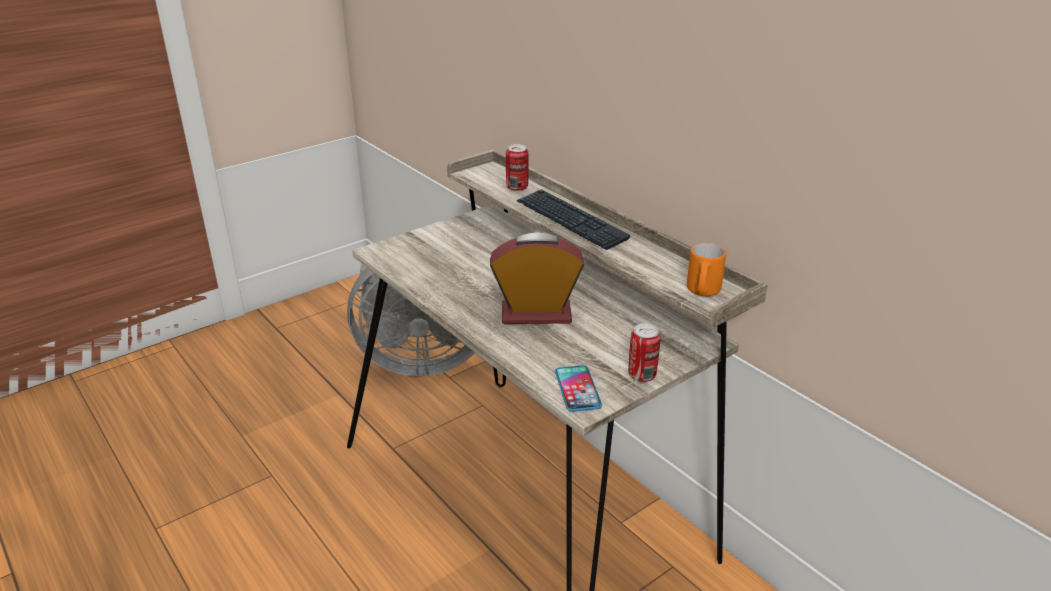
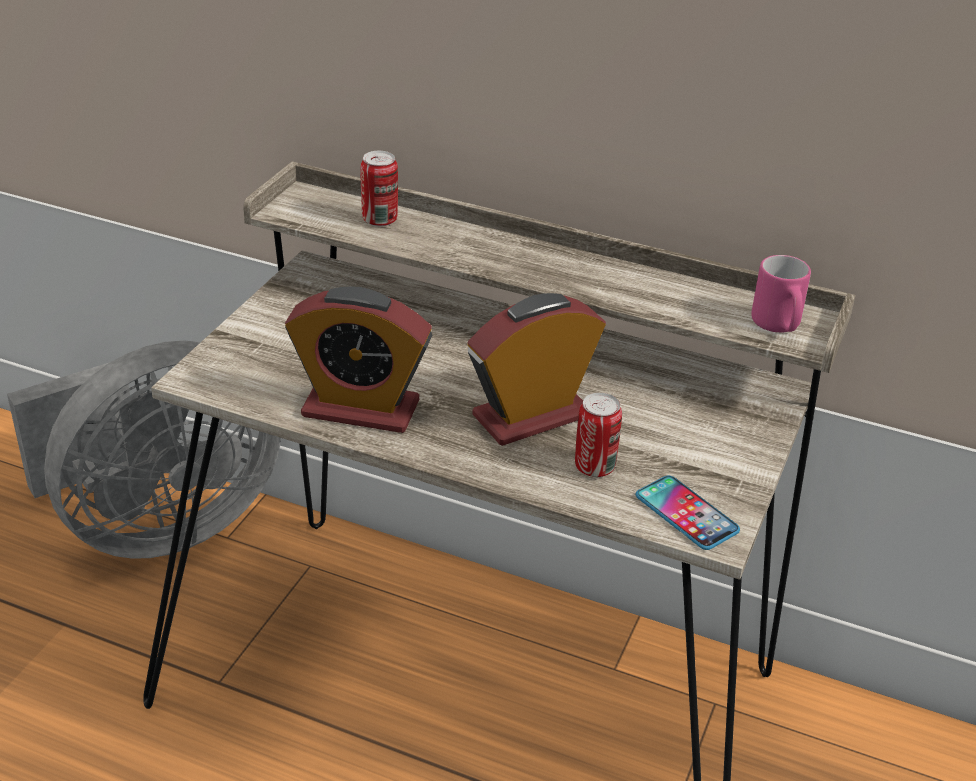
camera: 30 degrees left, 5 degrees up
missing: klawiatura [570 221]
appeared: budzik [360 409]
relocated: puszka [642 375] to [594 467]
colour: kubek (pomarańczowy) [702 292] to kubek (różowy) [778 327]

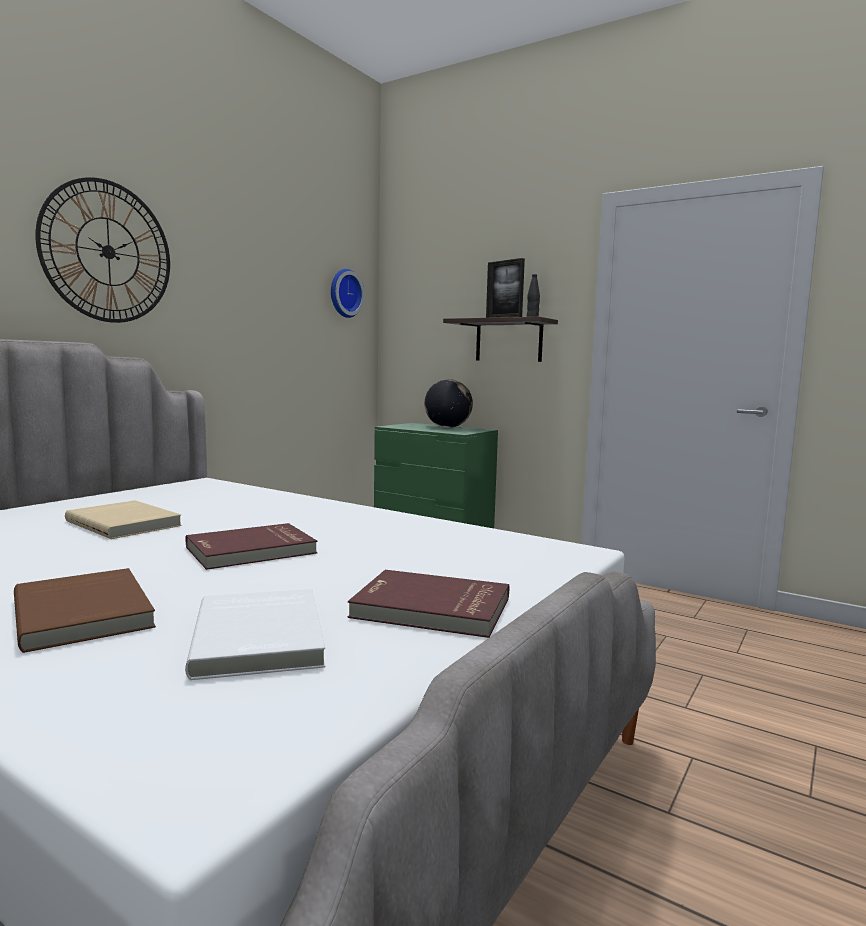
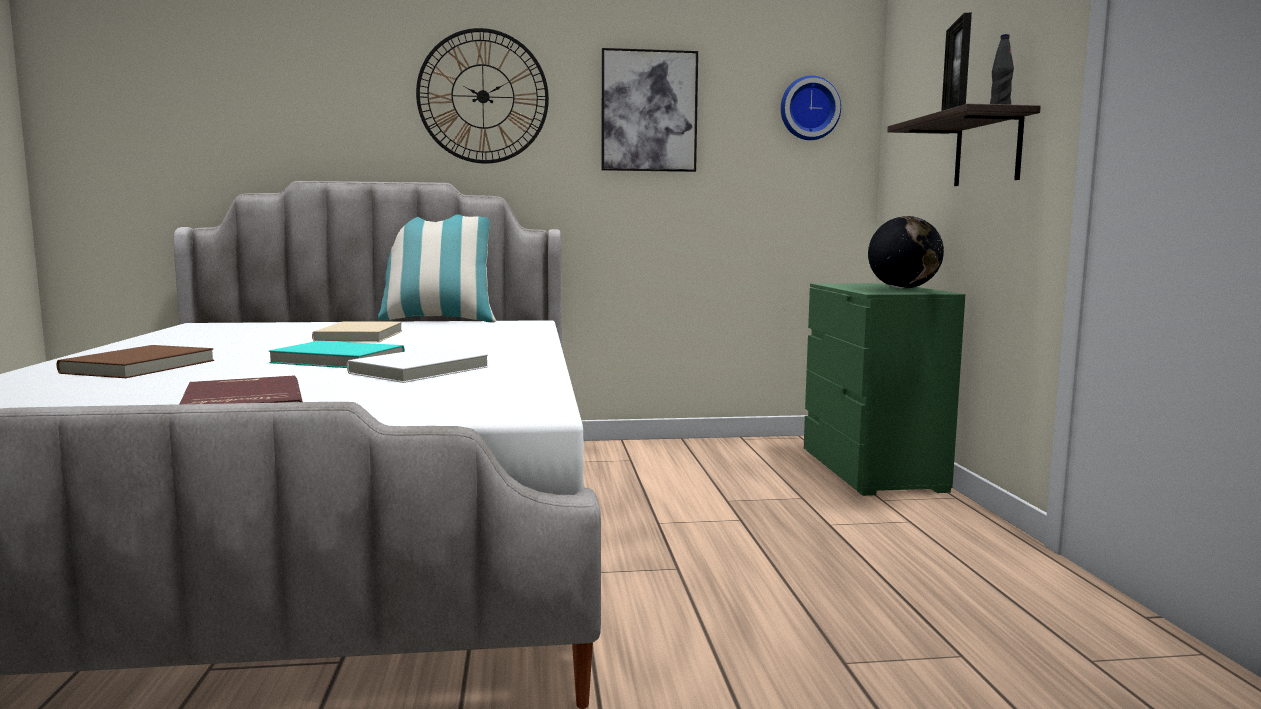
camera: 50 degrees right, 0 degrees up
appeared: poduszka [438 320]; obraz [649 111]
relocated: książka (biały) [262 637] to [421 370]
colour: książka (czerwony) [251 551] to książka (turkusowy) [337 360]

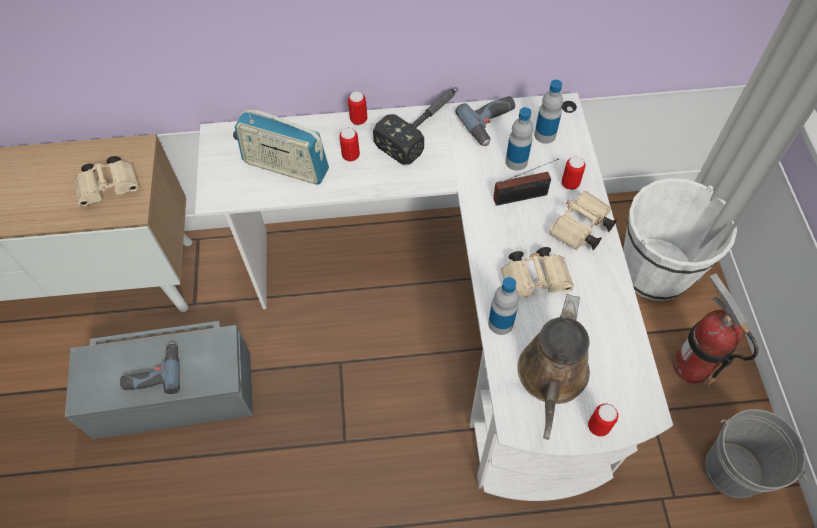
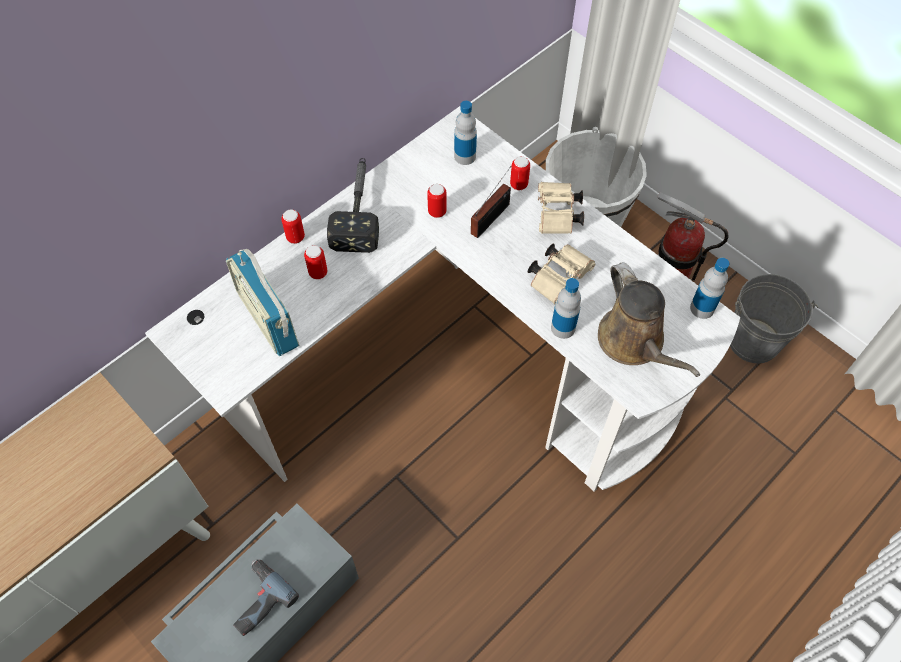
camera: 40 degrees left, 0 degrees up
missing: lornetka (beżowy) [111 187]; wiertarka [491 124]
relocated: butelka [516 161] to [702 308]; puszka [598 426] to [437 212]
spun: radio [286 167] = [268 319] 75 degrees clockwise

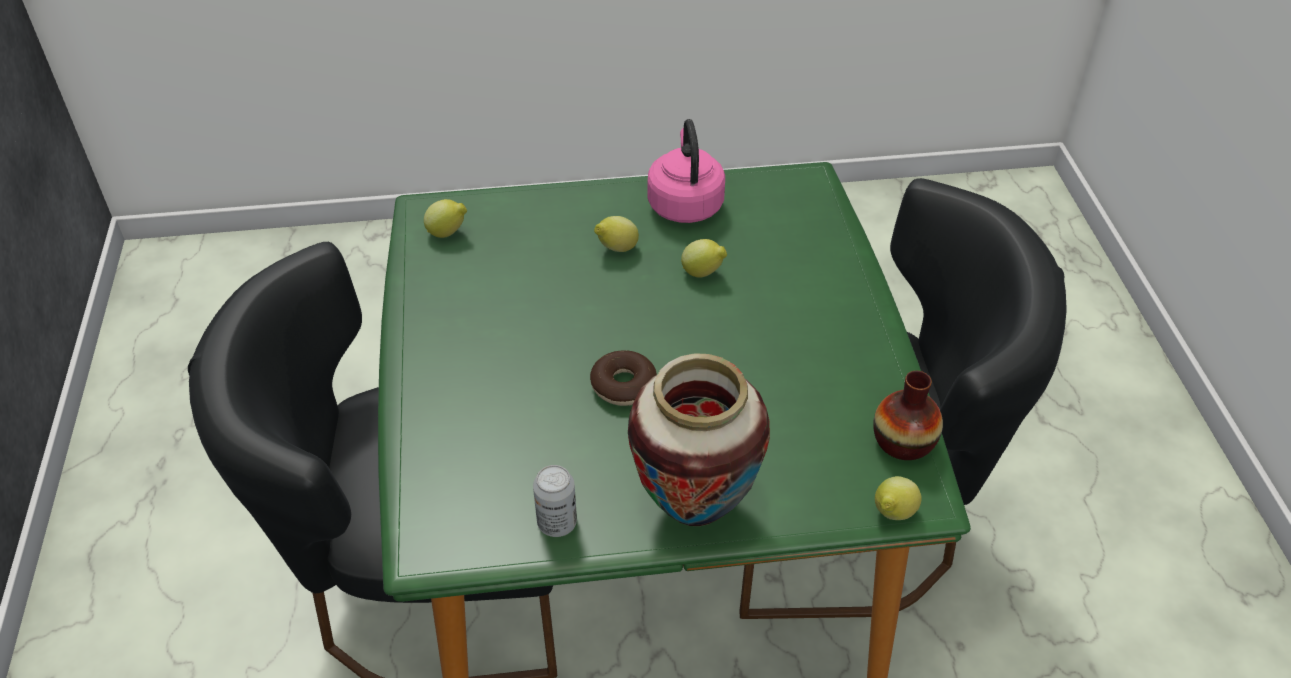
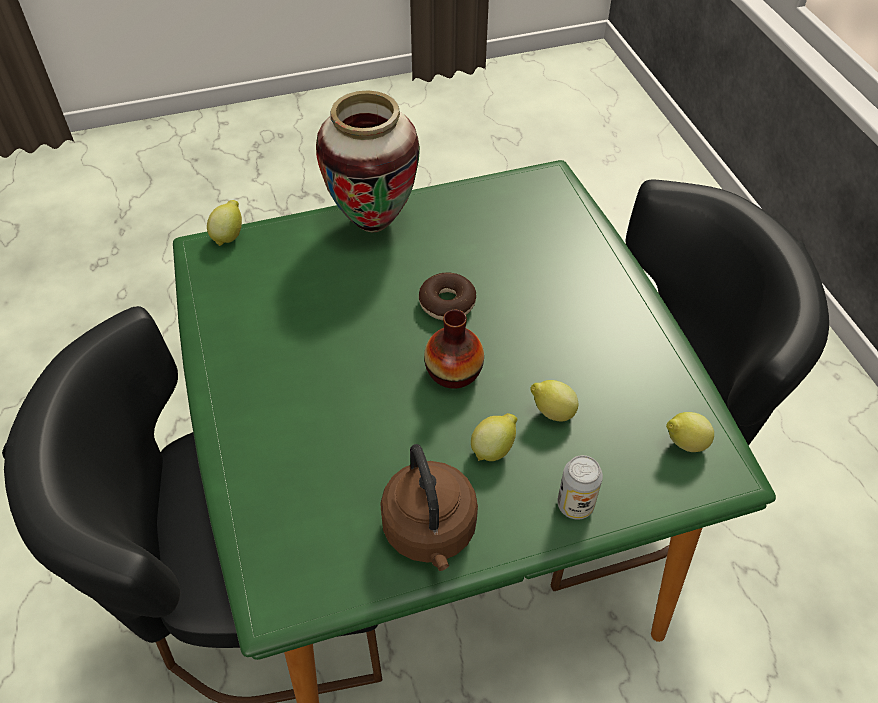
camera: 170 degrees right, 5 degrees up
relocated: puszka [557 523] to [575 505]; cytryna [703 273] to [551 412]; wazon [903 442] to [453 372]
colour: czajnik (różowy) [685 203] to czajnik (brązowy) [430 532]

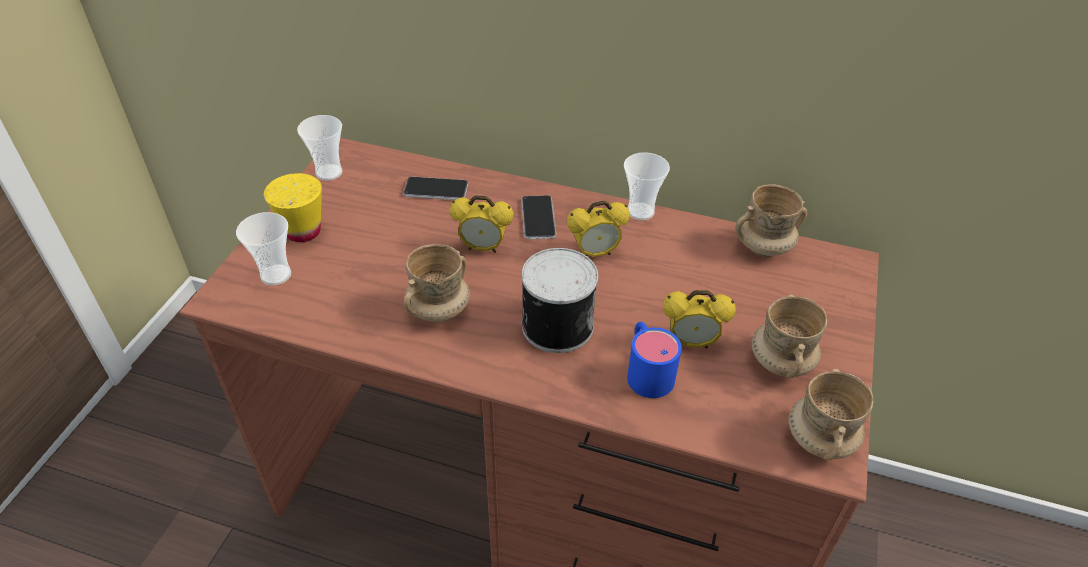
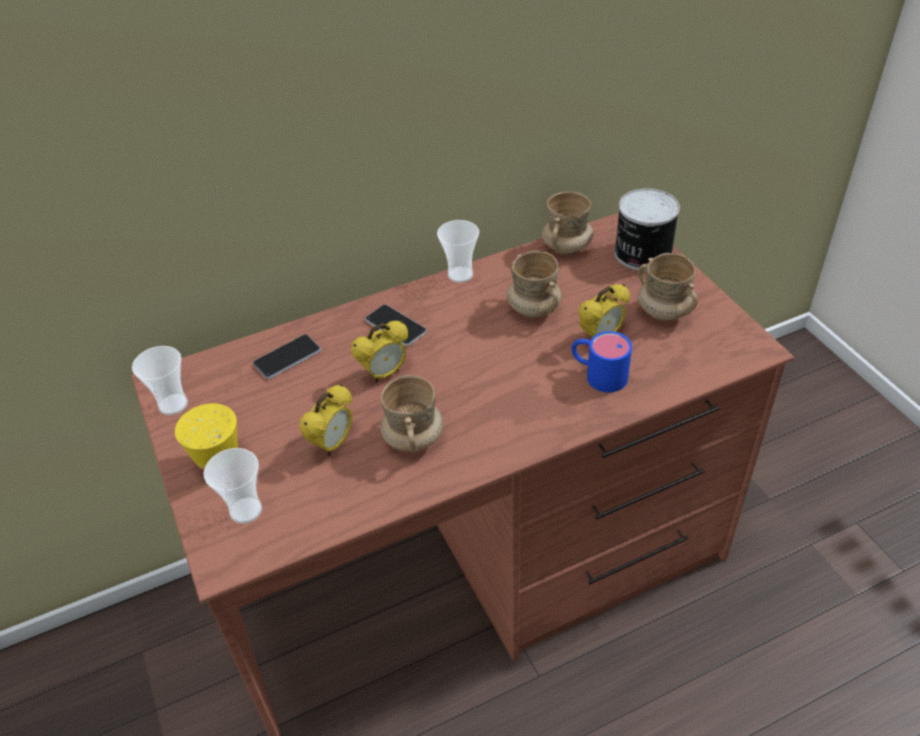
camera: 40 degrees left, 0 degrees up
relocated: puszka [555 324] to [641 253]; budzik [595 253] to [333 444]; kubek (beżowy) [819 439] to [533 309]

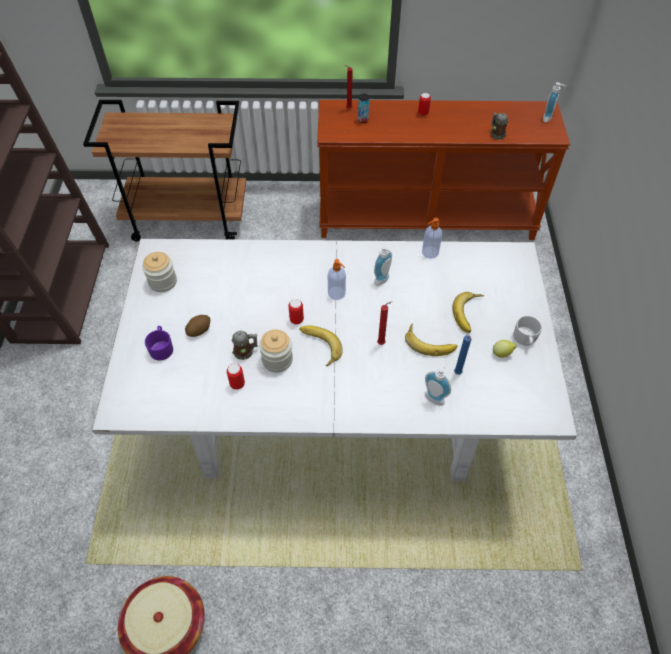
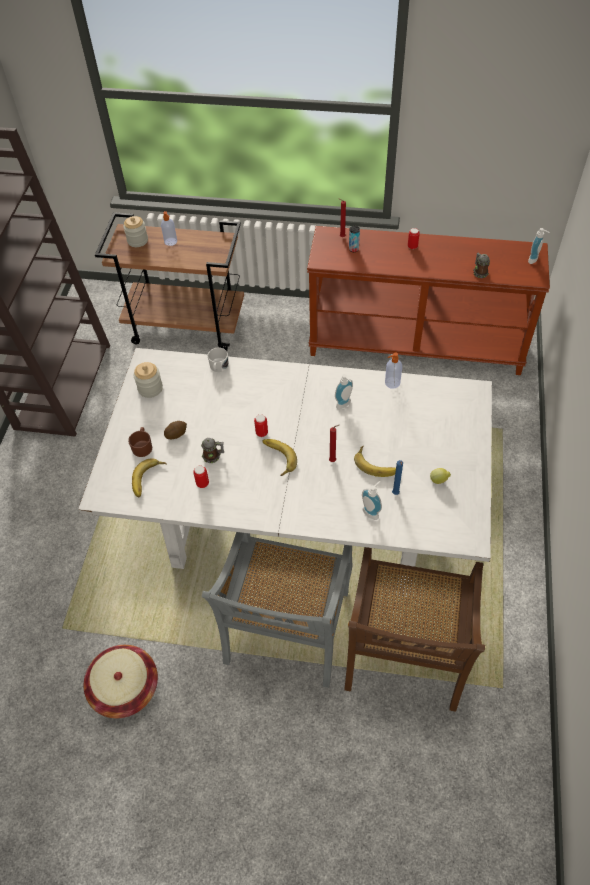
camera: 10 degrees right, 0 degrees up
appeared: krzesło (szary) [287 630]; krzesło (brązowy) [405 653]
relocated: słoik [277 360] to [137 240]; dozownik mydła [337 293] to [171 242]; banan [470 314] to [149 479]; kubek (biały) [525 339] to [218 367]
colour: kubek (fioletowy) [161 348] to kubek (brązowy) [142 446]

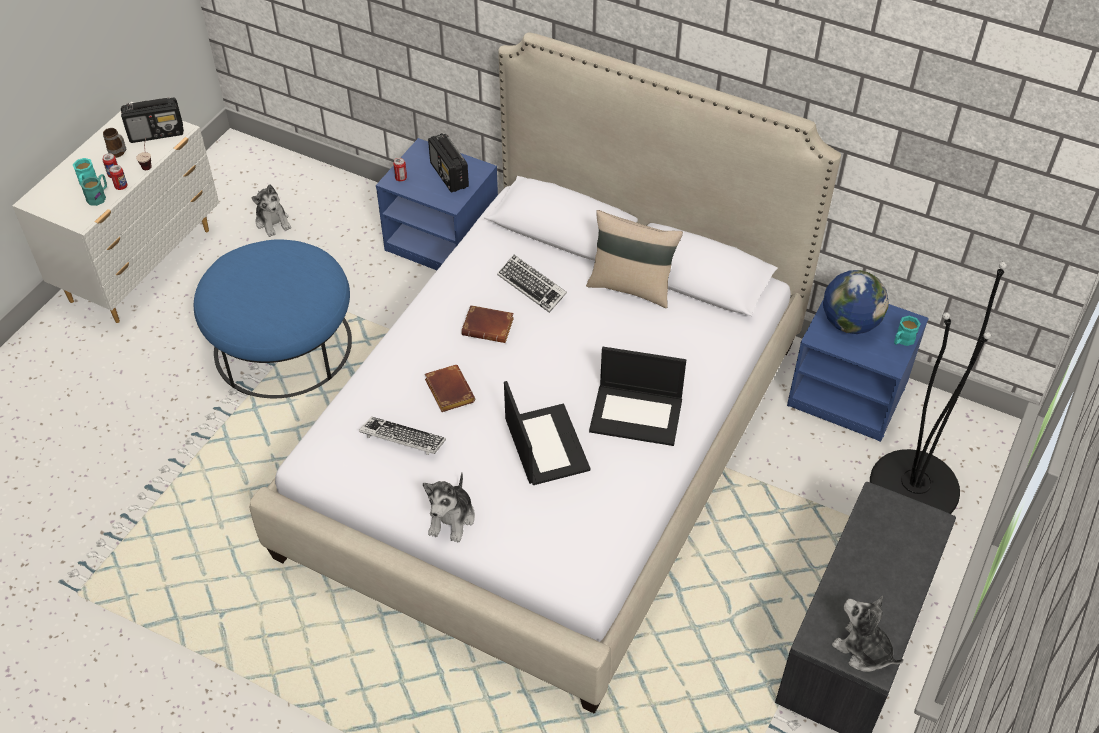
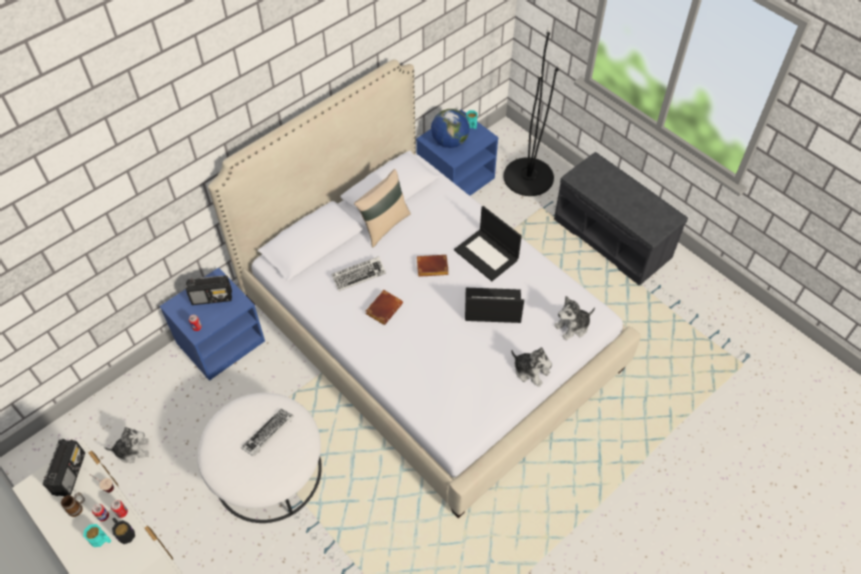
camera: 70 degrees left, 5 degrees up
relocated: klawiatura [402 439] to [268 434]; książka (brązowy) [447 391] to [431 268]; pluszak [863 650] to [573 326]
colour: kubek (turkusowy) [99 196] to kubek (czarny) [124 532]; pufa (niebieski) [283 345] to pufa (biały) [267 471]
spun: laptop [637 414] = [487 255] 105 degrees clockwise

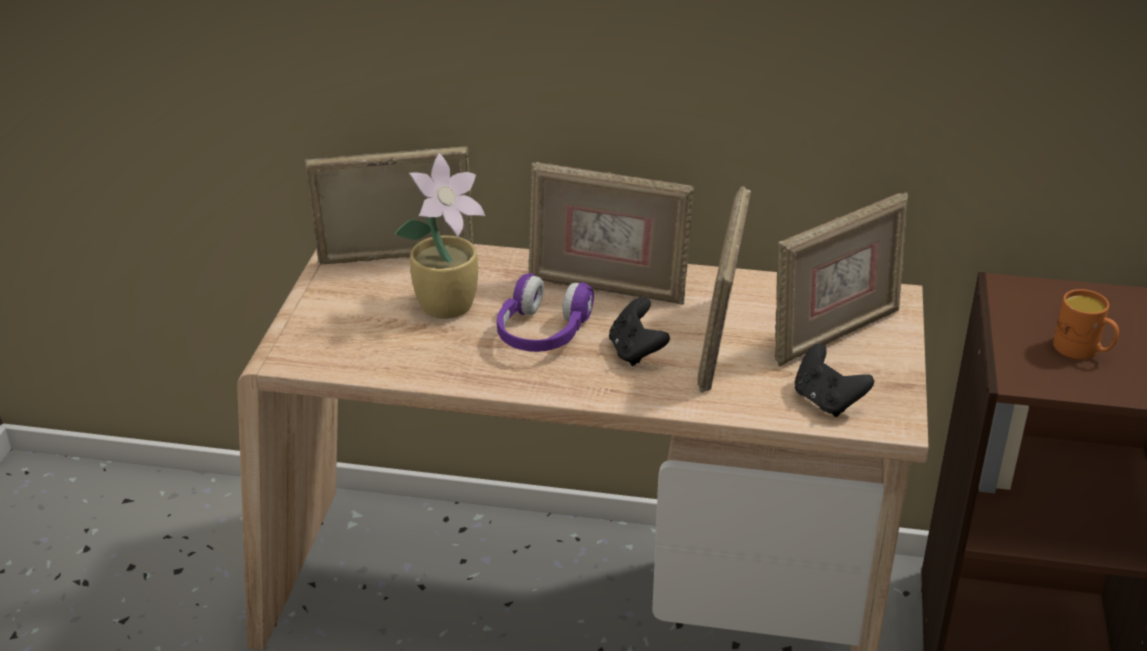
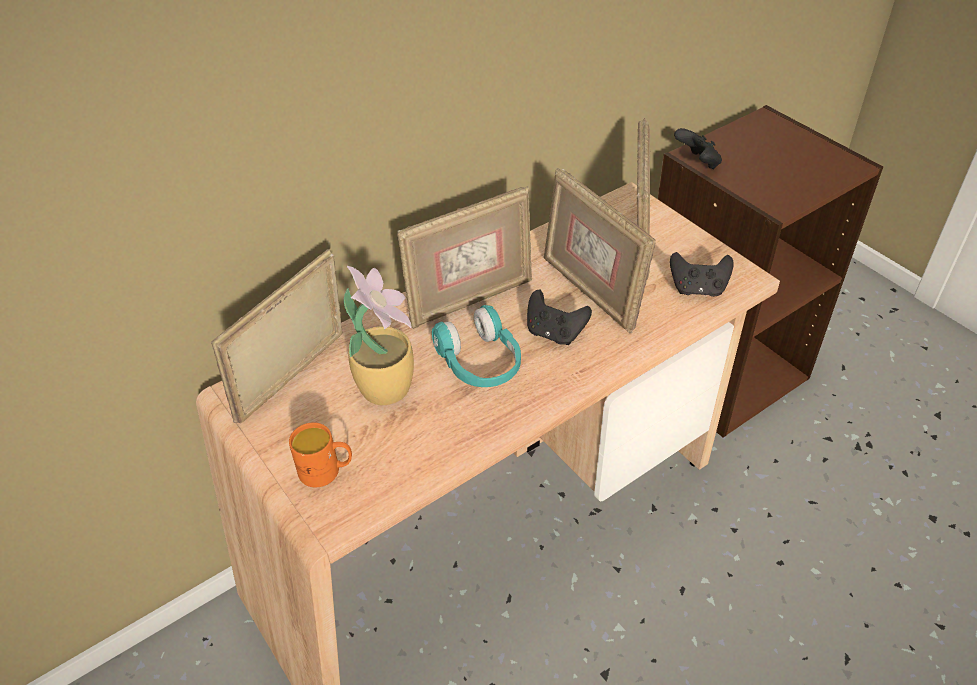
camera: 45 degrees left, 10 degrees up
appeared: pad do gier (czarny) [697 163]
relocated: kubek (pomarańczowy) [1082 351] to [326 471]
colour: słuchawki (fioletowy) [542 333] to słuchawki (turkusowy) [480 362]

